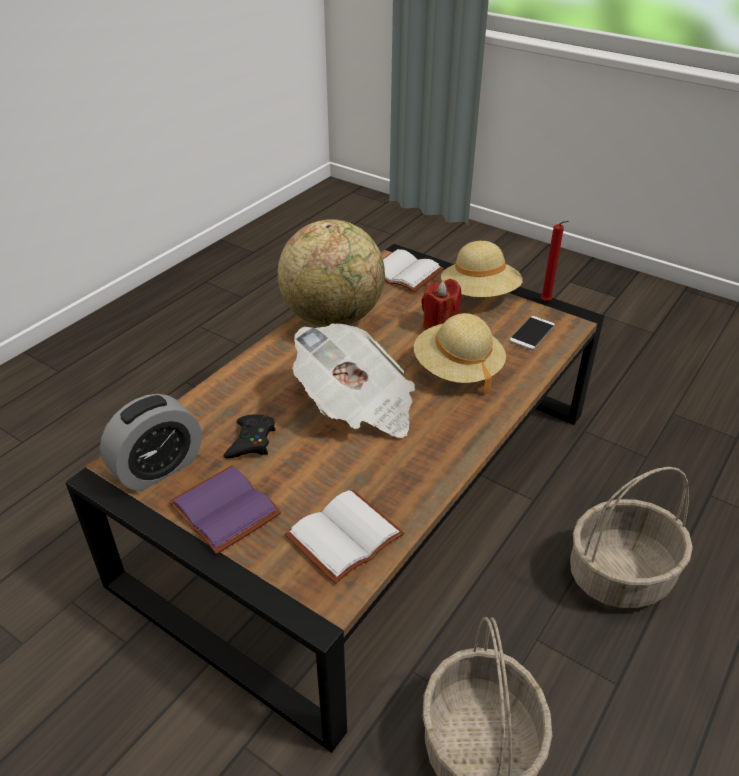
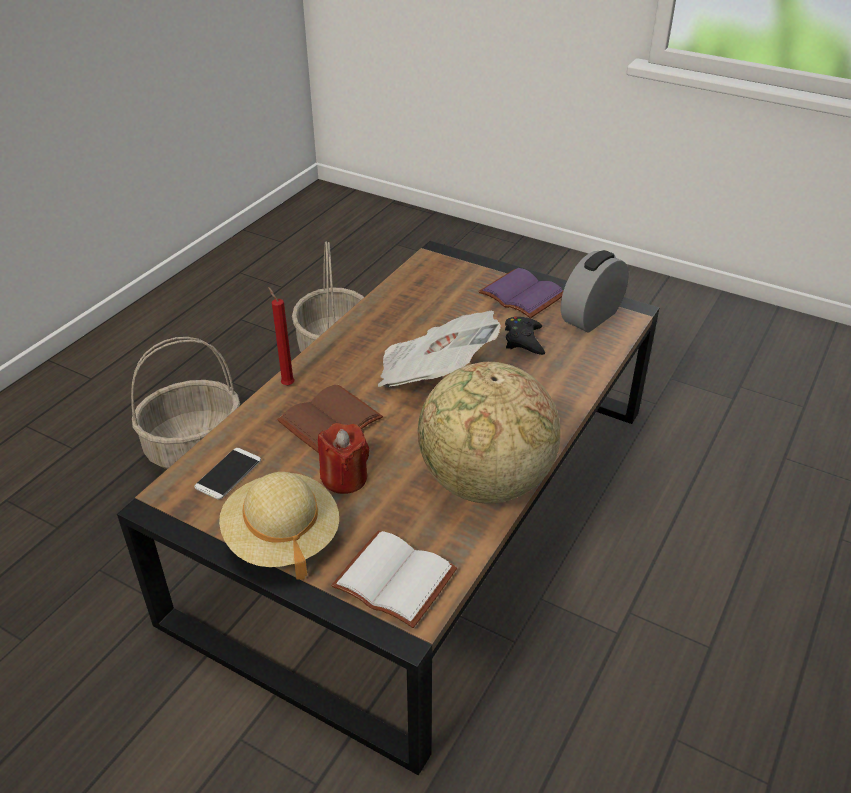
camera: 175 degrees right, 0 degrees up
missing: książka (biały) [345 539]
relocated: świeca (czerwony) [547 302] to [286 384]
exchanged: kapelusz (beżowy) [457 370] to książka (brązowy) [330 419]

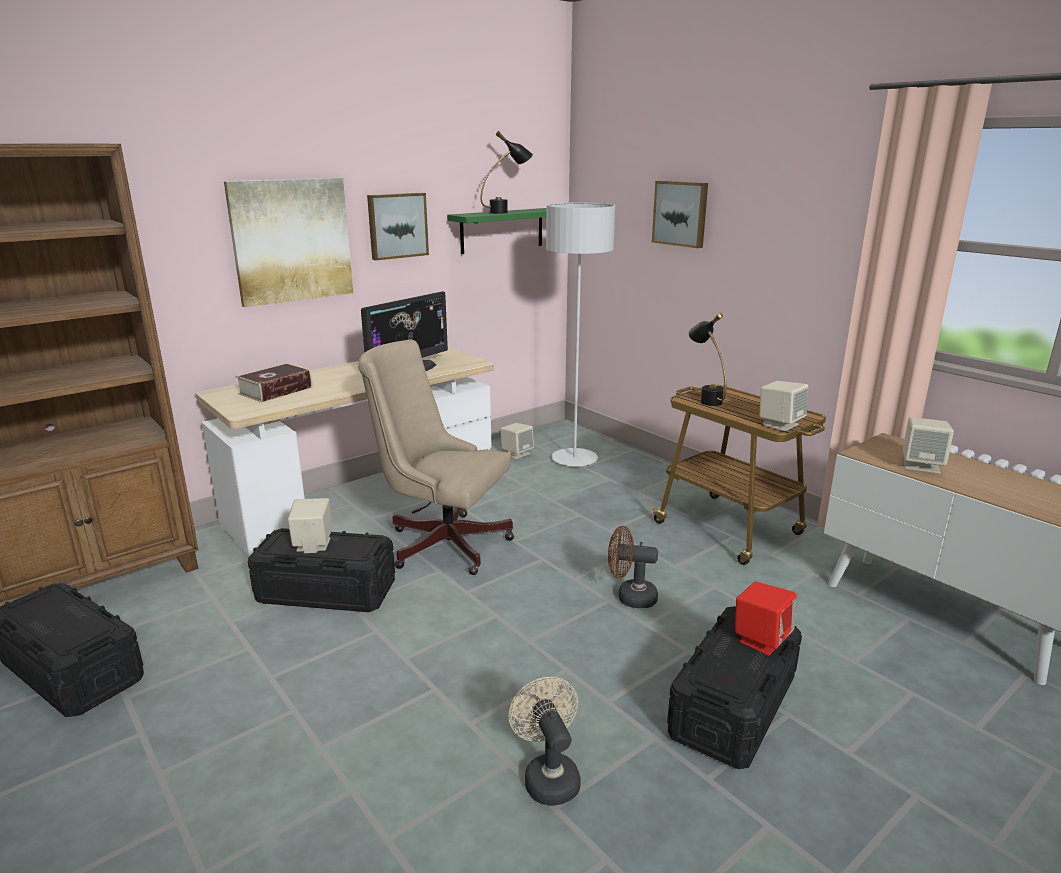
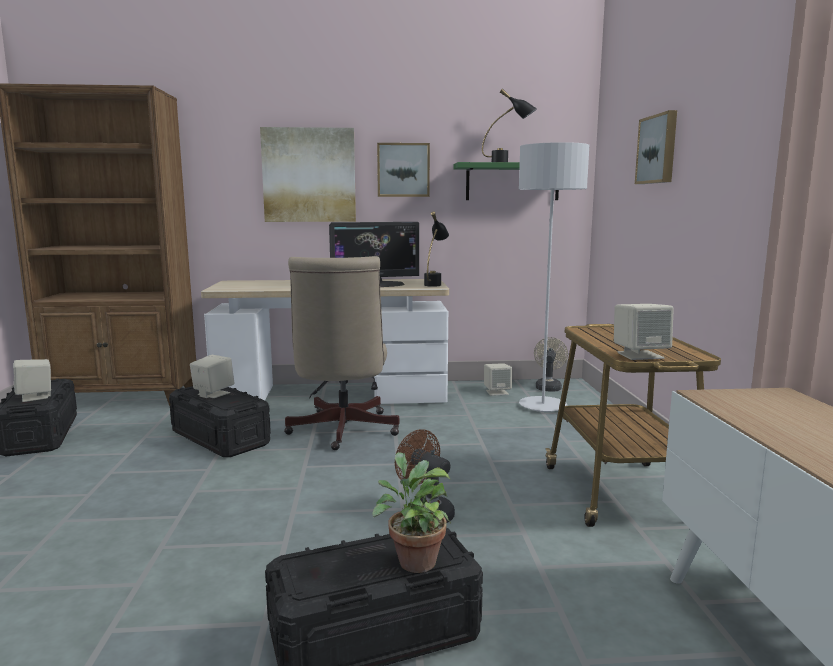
camera: 35 degrees right, 10 degrees down
missing: książka [276 390]
relocated: wentylator (beżowy) [548 776] to [548 387]; lampa stołowa (czarny) [705 399] to [435 284]; głośnik (beżowy) [921 465] to [35 397]
exchanged: głośnik (czerwony) [761 640] to roślina doniczkowa [413 560]
spun: krzesło biurowe (beżowy) [441 542] = [341 432] 150 degrees counterclockwise

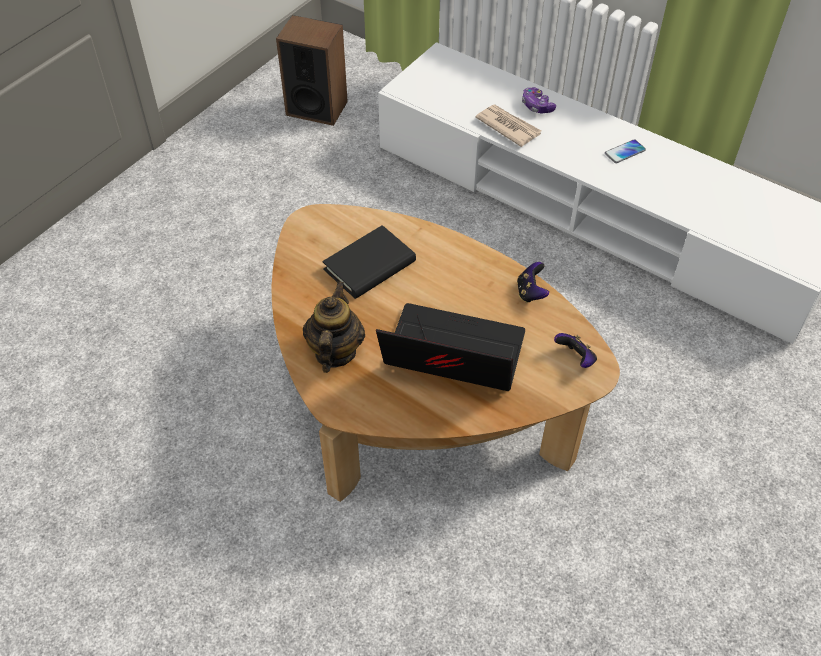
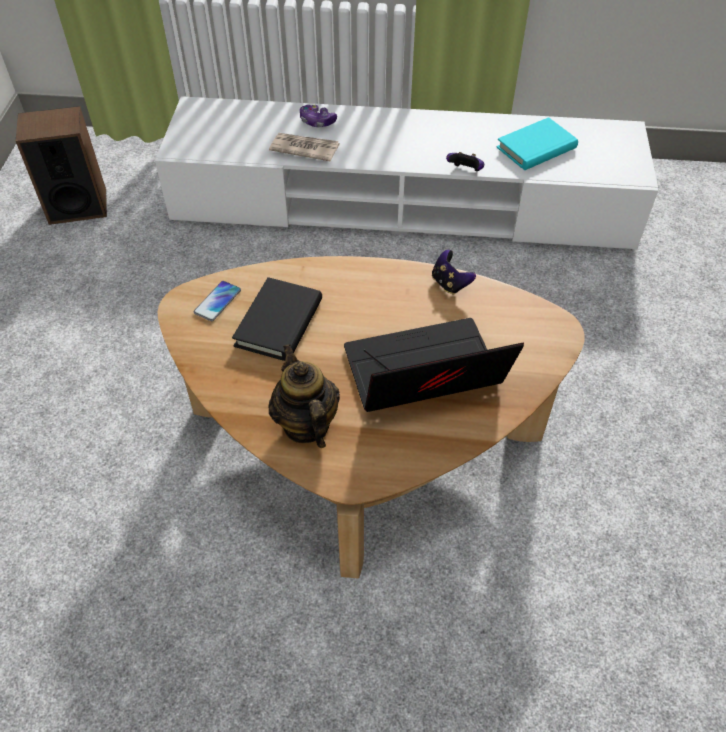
camera: 30 degrees left, 0 degrees up
appeared: książka (turkusowy) [536 148]
relocated: pad do gier [575 359] to [465 171]; telefon [625 152] to [217 301]

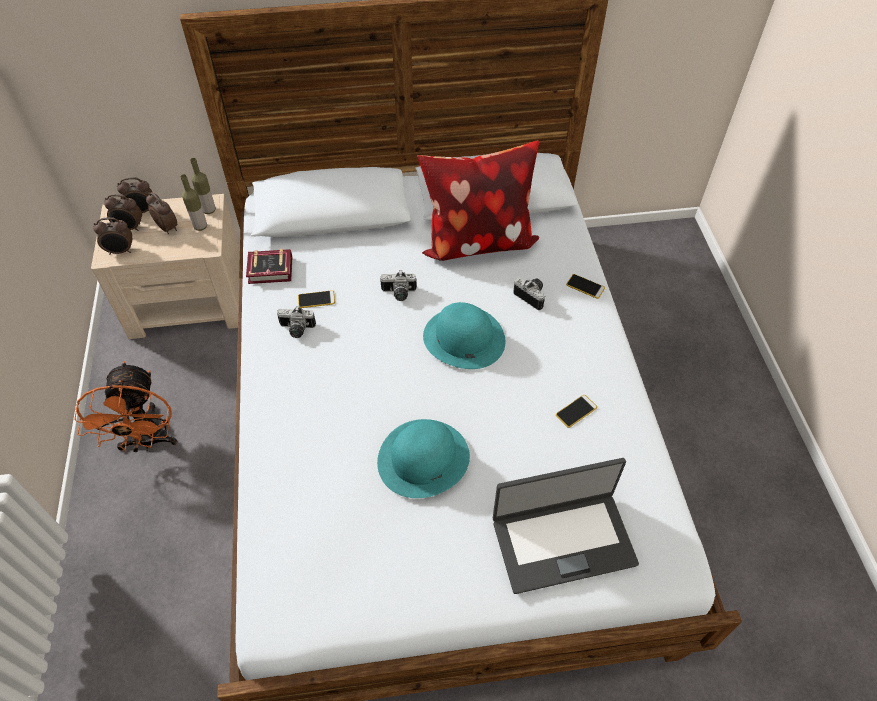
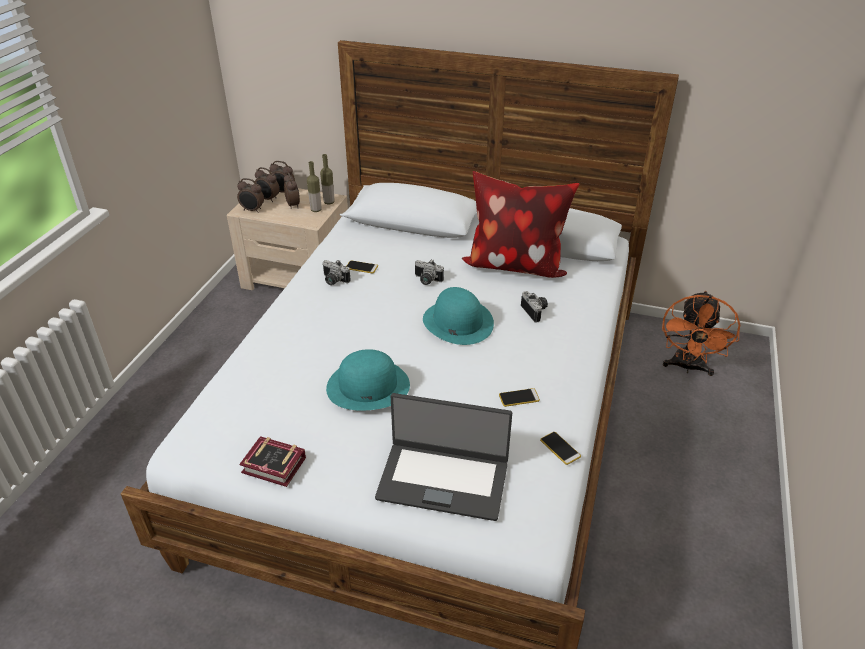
camera: 25 degrees right, 15 degrees down
relocated: wentylator (pomarańczowy) [148 441] to [687 367]; książka [272 271] to [275 467]; telefon [585 286] to [560 448]

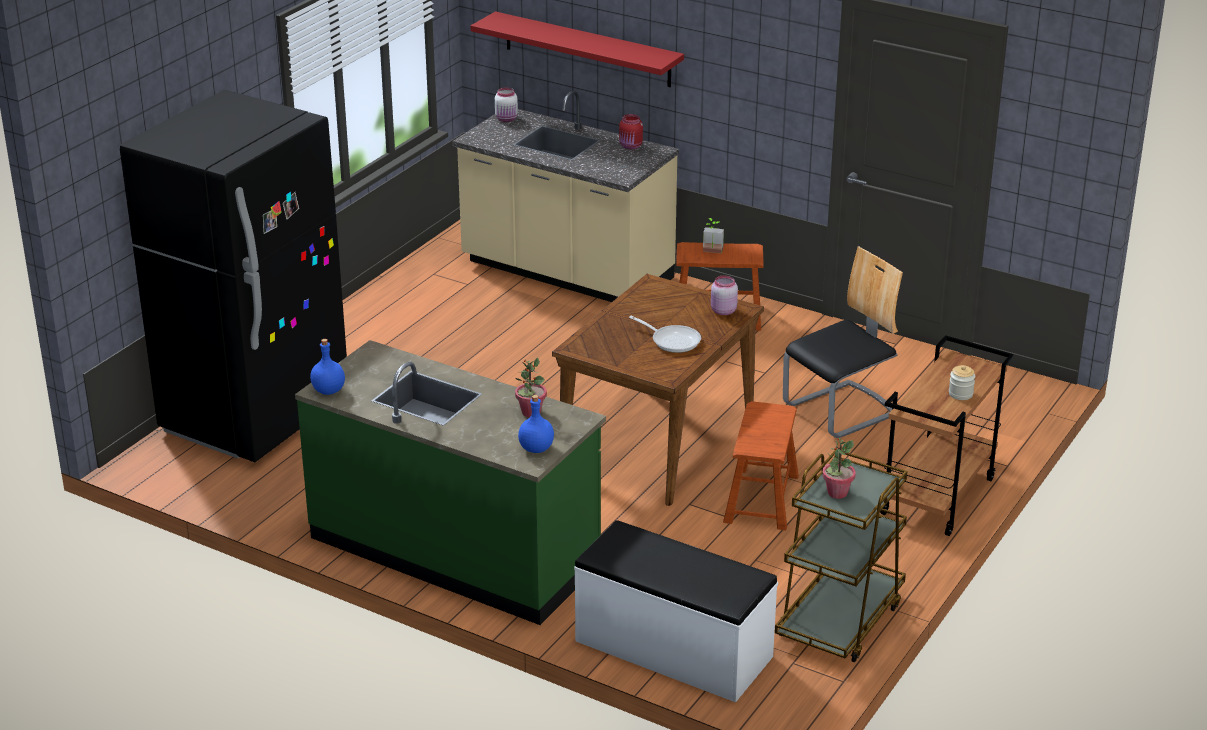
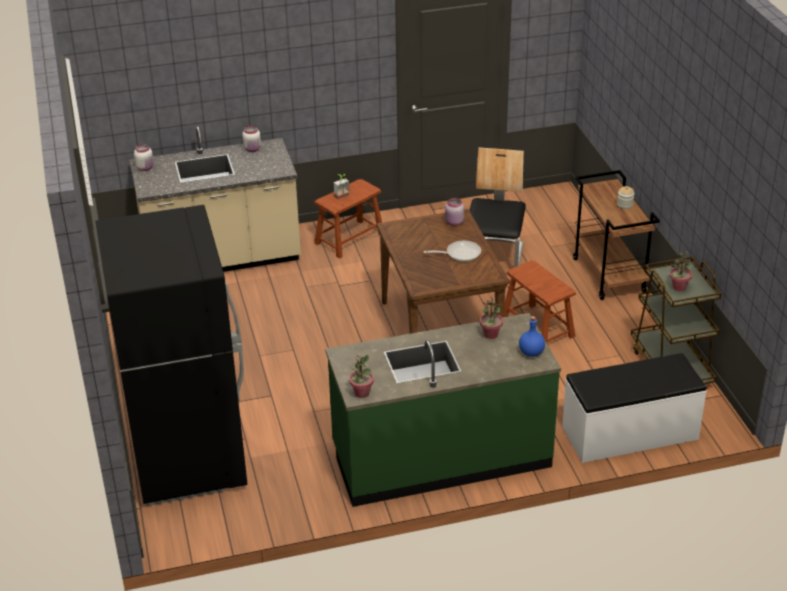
camera: 45 degrees left, 5 degrees up
missing: półka (czerwony) [587 49]
exchanged: butelka (niebieski) [328 391] to roślina doniczkowa [361 393]
colour: słoik (czerwony) [631 146] to słoik (biały) [253 149]

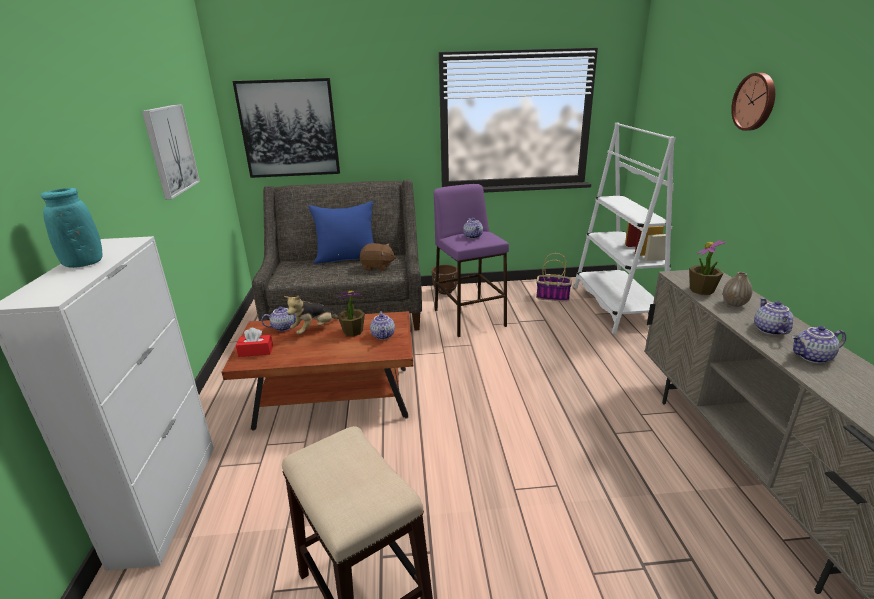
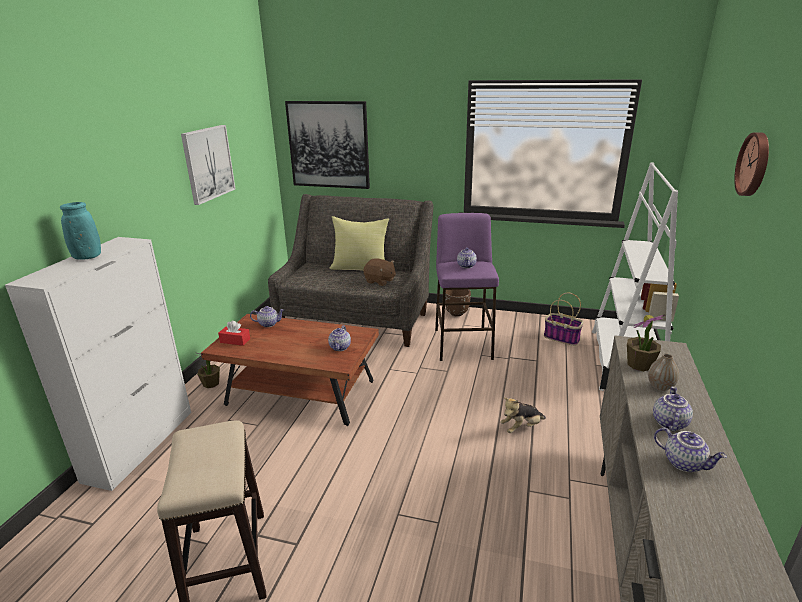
camera: 20 degrees right, 0 degrees up
relocated: pluszak [314 330] to [521 428]; roślina doniczkowa [353 331] to [211 383]
colour: poduszka (niebieski) [347 258] to poduszka (żółty) [361 268]
spun: imbryk [812 357] = [684 463] 150 degrees counterclockwise

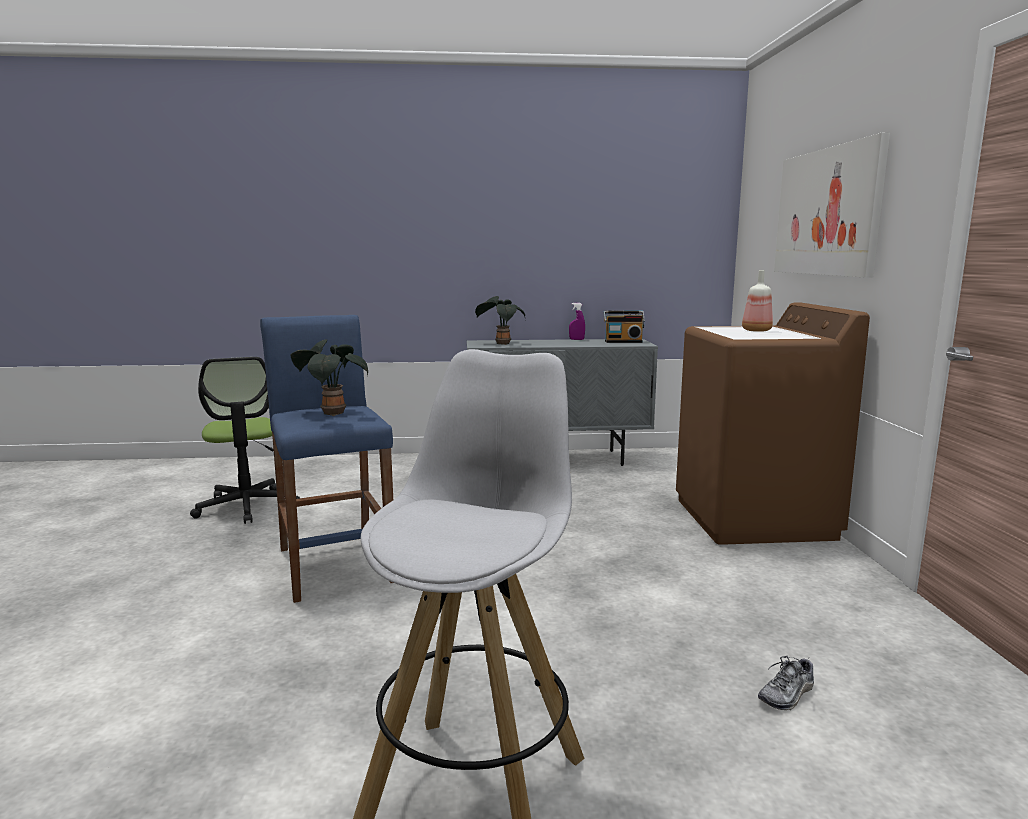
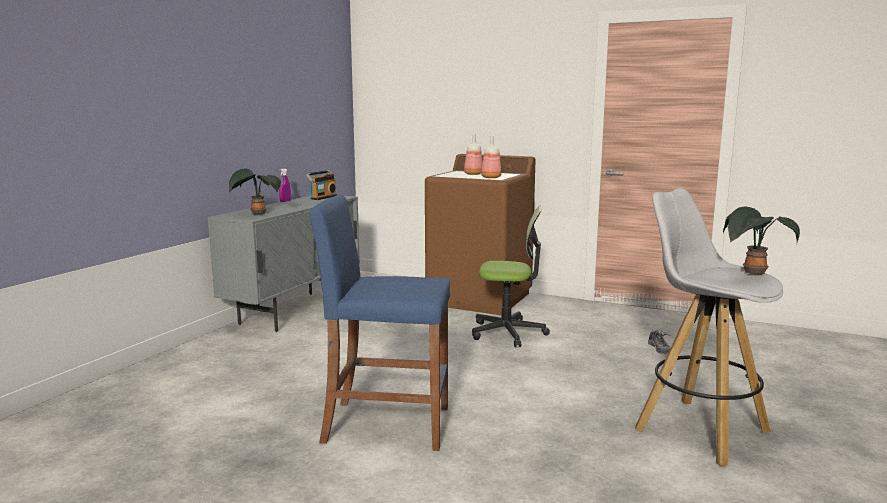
camera: 60 degrees left, 0 degrees up
missing: obraz [827 212]
appeared: butelka [490 177]
relocated: krzesło biurowe [247 506] to [508 332]; roślina doniczkowa [331 413] to [753 273]

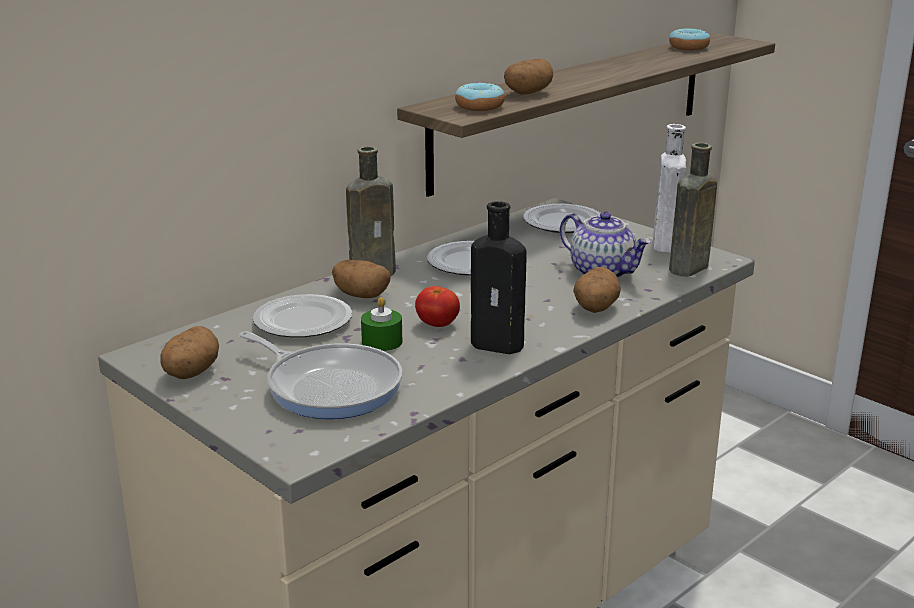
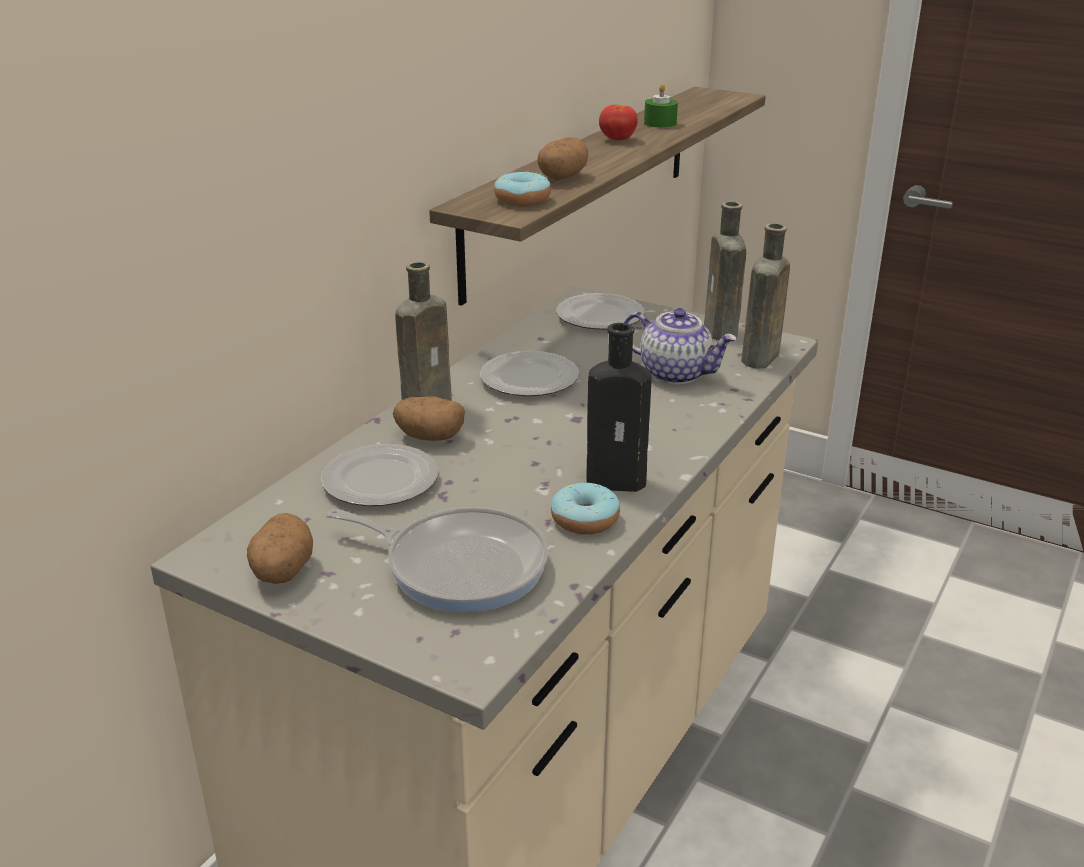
camera: 15 degrees left, 5 degrees up
missing: ziemniak [595 308]
relocated: świeca (zielony) [382 342] to [660 123]; pomidor [437 324] to [617 139]; donut [688 47] to [585 520]
colour: butelka (biały) [666 245] to butelka (brązowy) [721 332]

